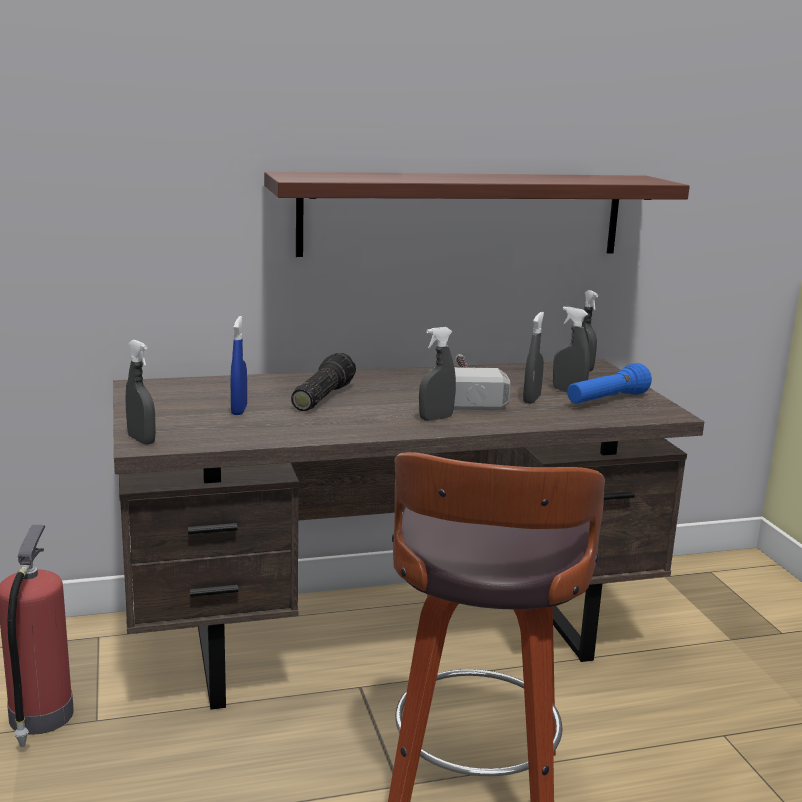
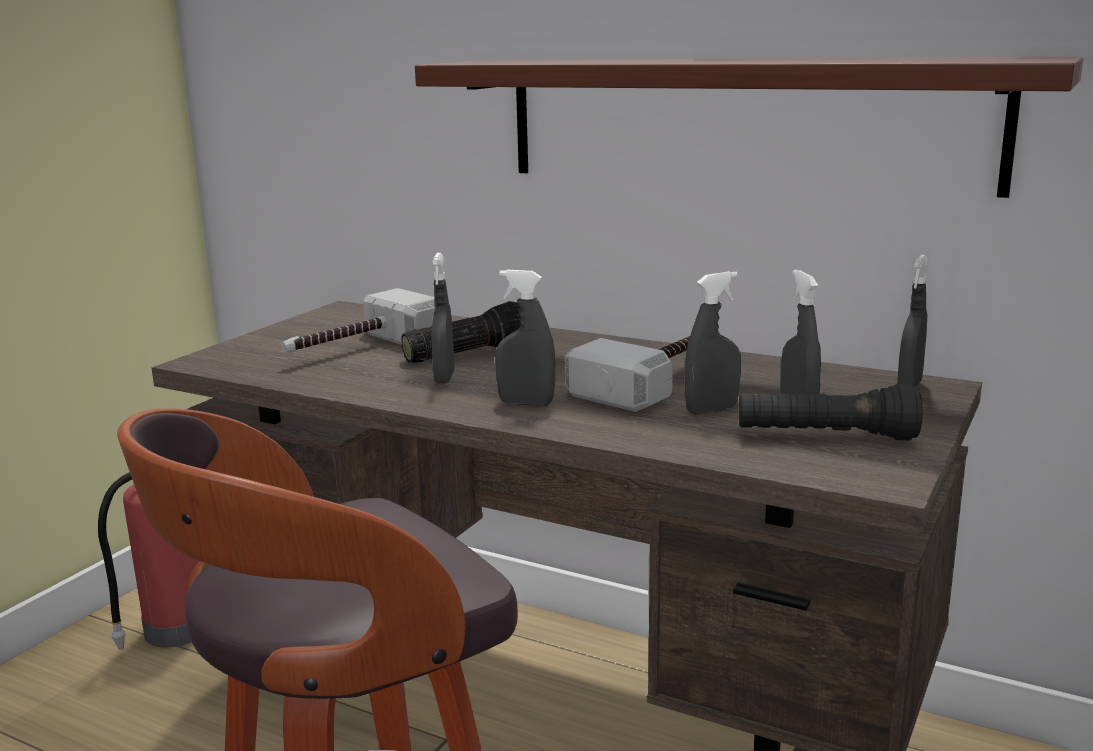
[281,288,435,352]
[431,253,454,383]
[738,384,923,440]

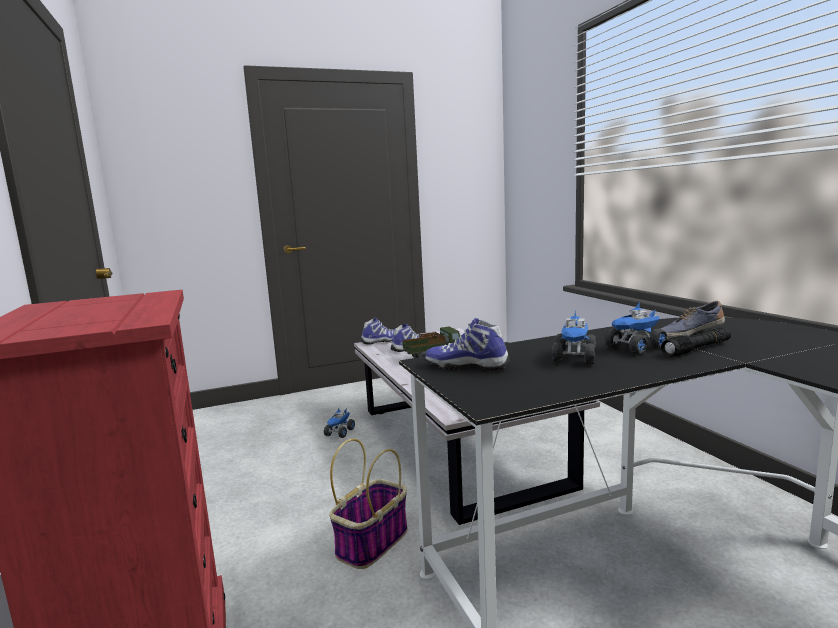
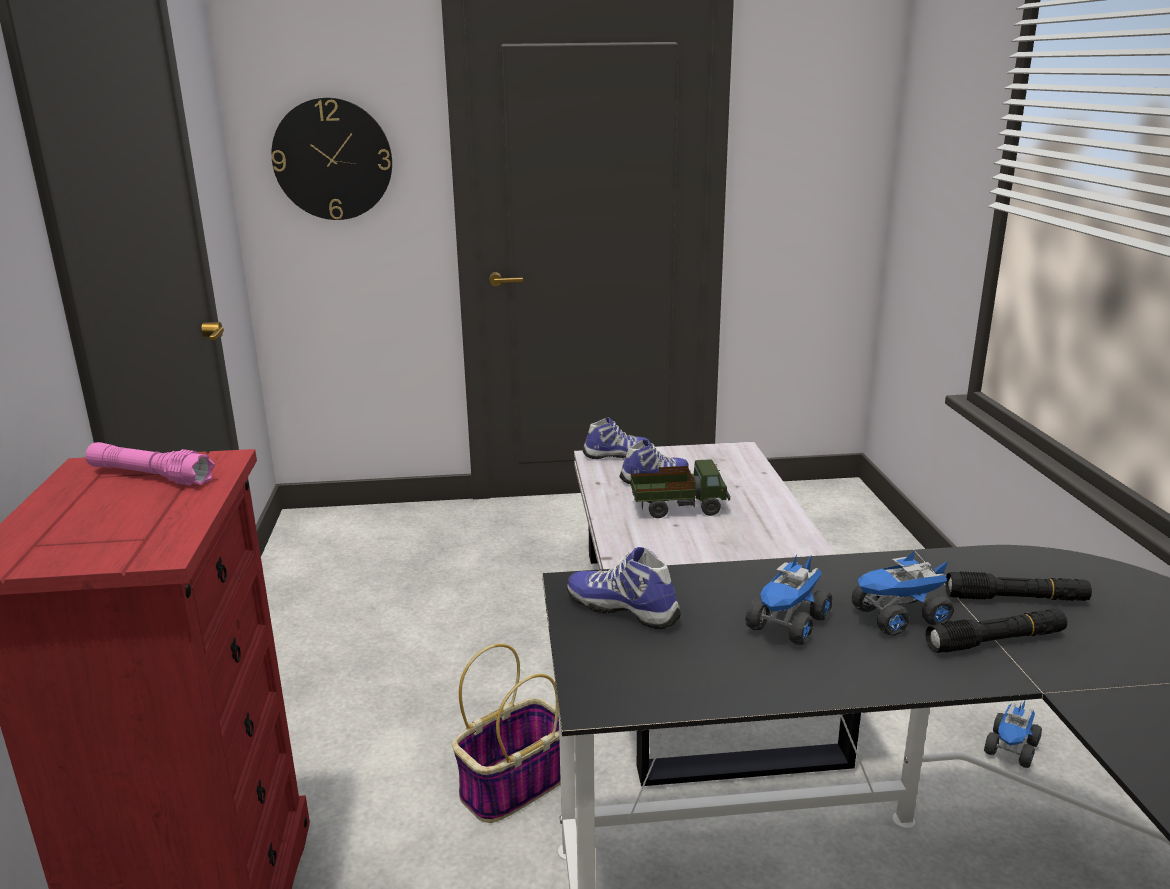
[85,442,215,485]
[271,98,392,220]
[945,571,1092,601]
[984,700,1042,768]

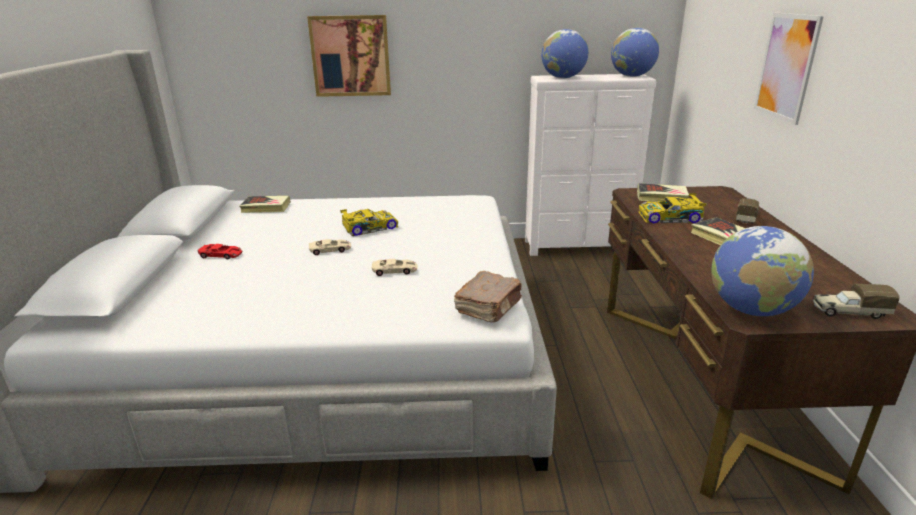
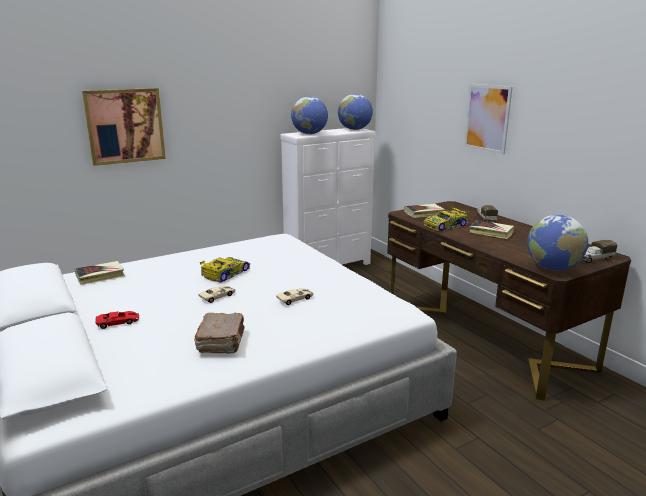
[194,313,245,354]

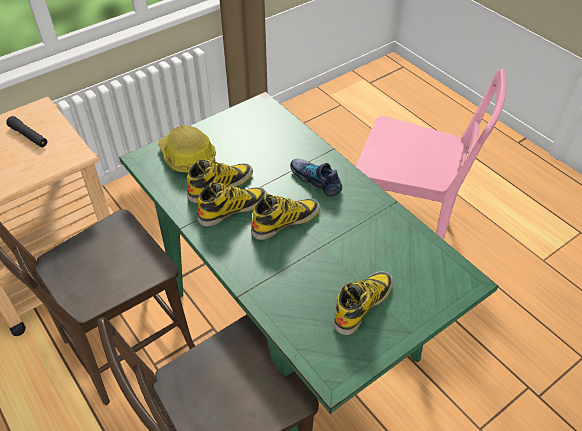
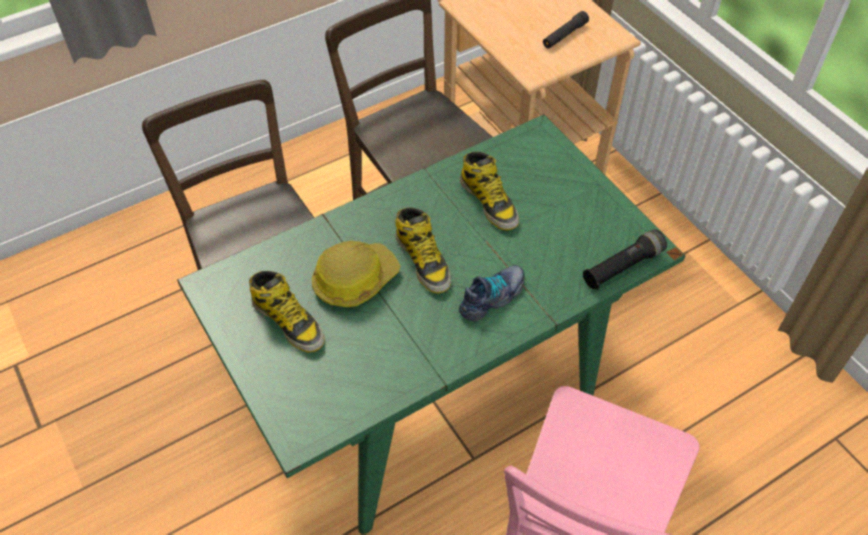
[312,241,401,307]
[583,229,667,290]
[198,181,267,226] (first image)

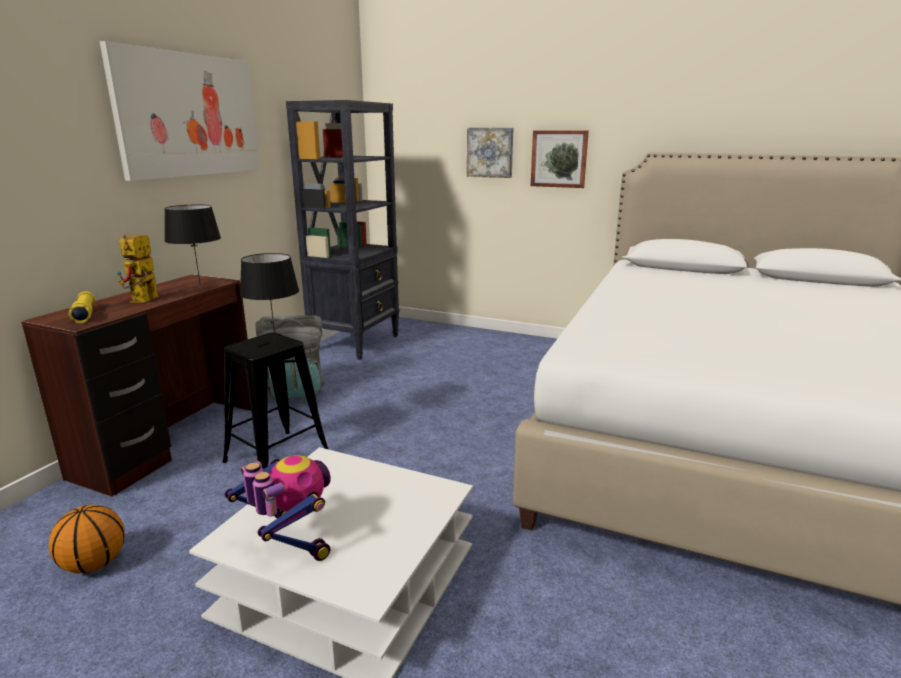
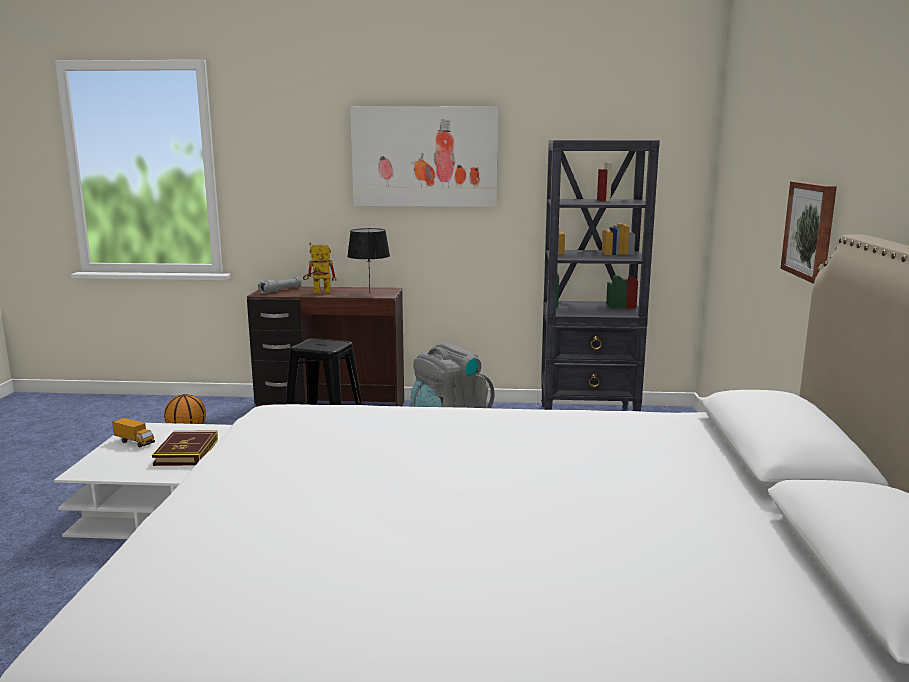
[112,418,155,447]
[152,430,218,466]
[258,277,302,294]
[240,253,299,341] (first image)
[467,128,513,178] (first image)

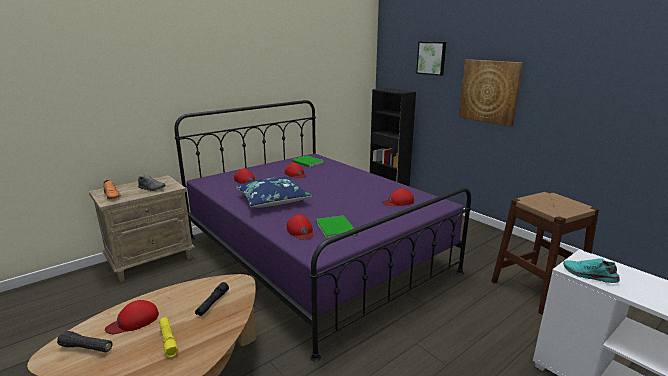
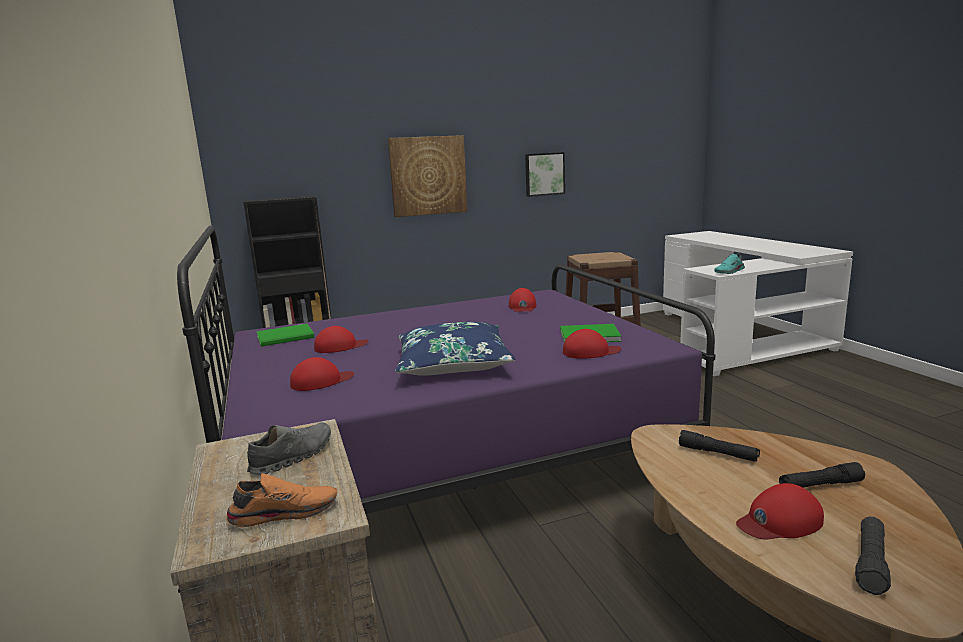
[525,152,565,197]
[736,483,824,539]
[779,462,865,488]

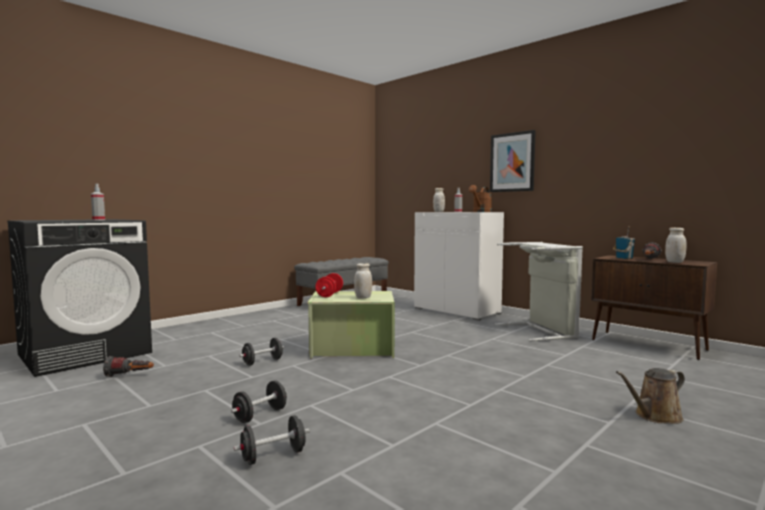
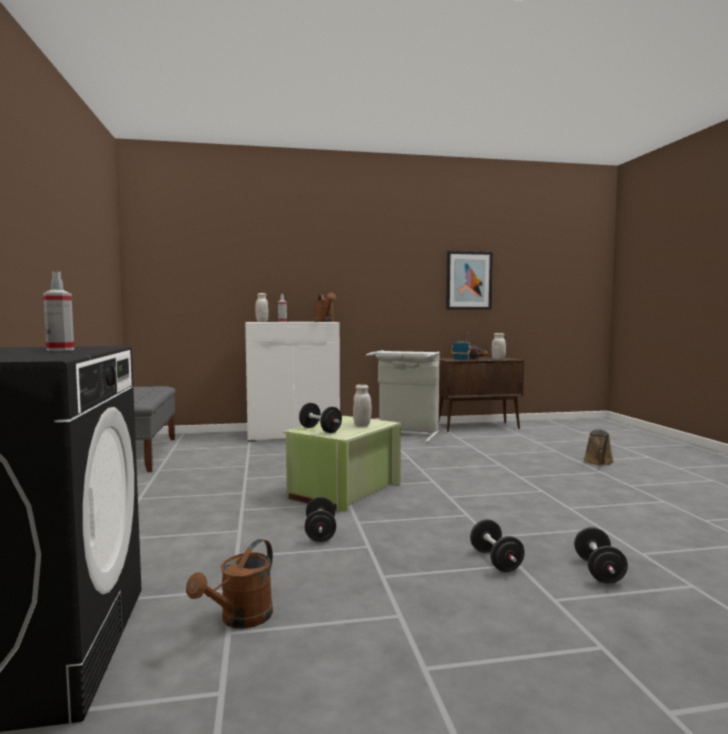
[186,539,273,629]
[299,403,342,433]
[446,251,493,310]

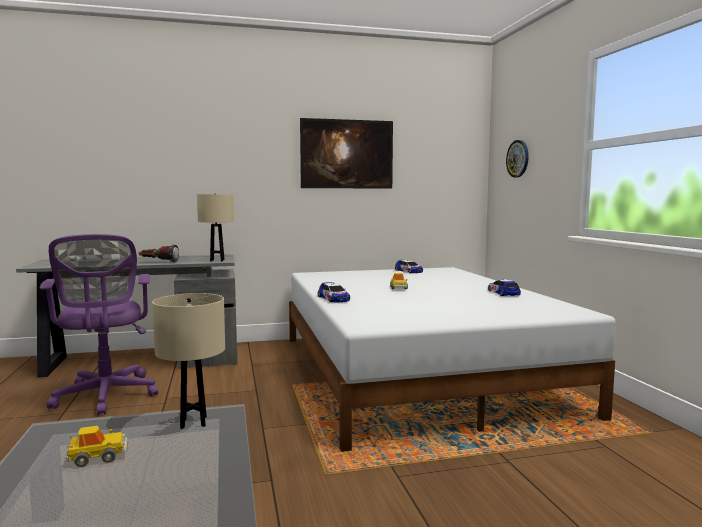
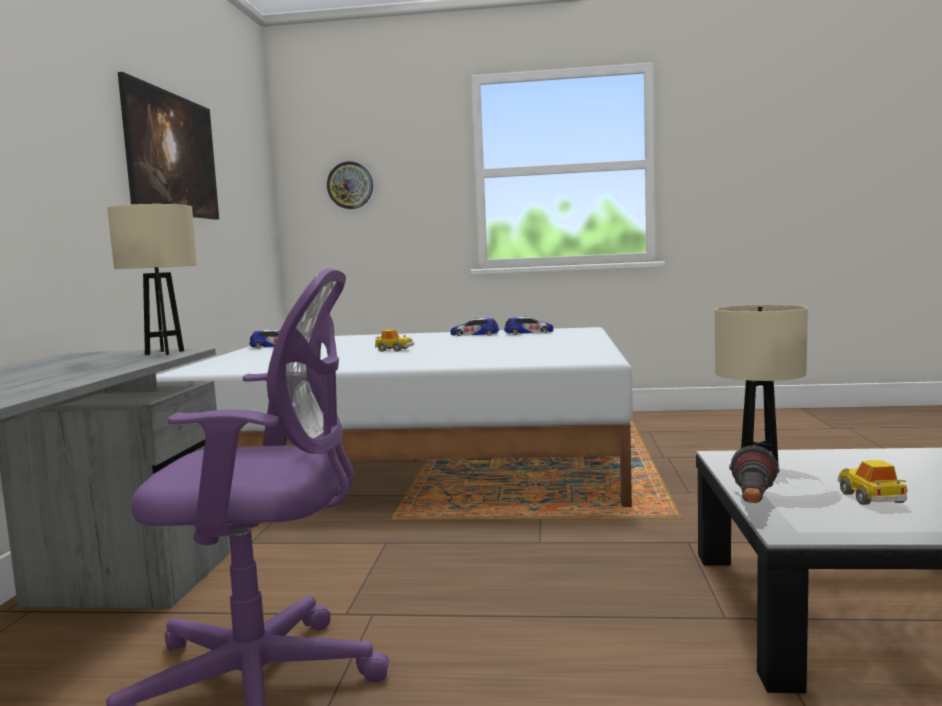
[504,316,553,335]
[729,445,779,503]

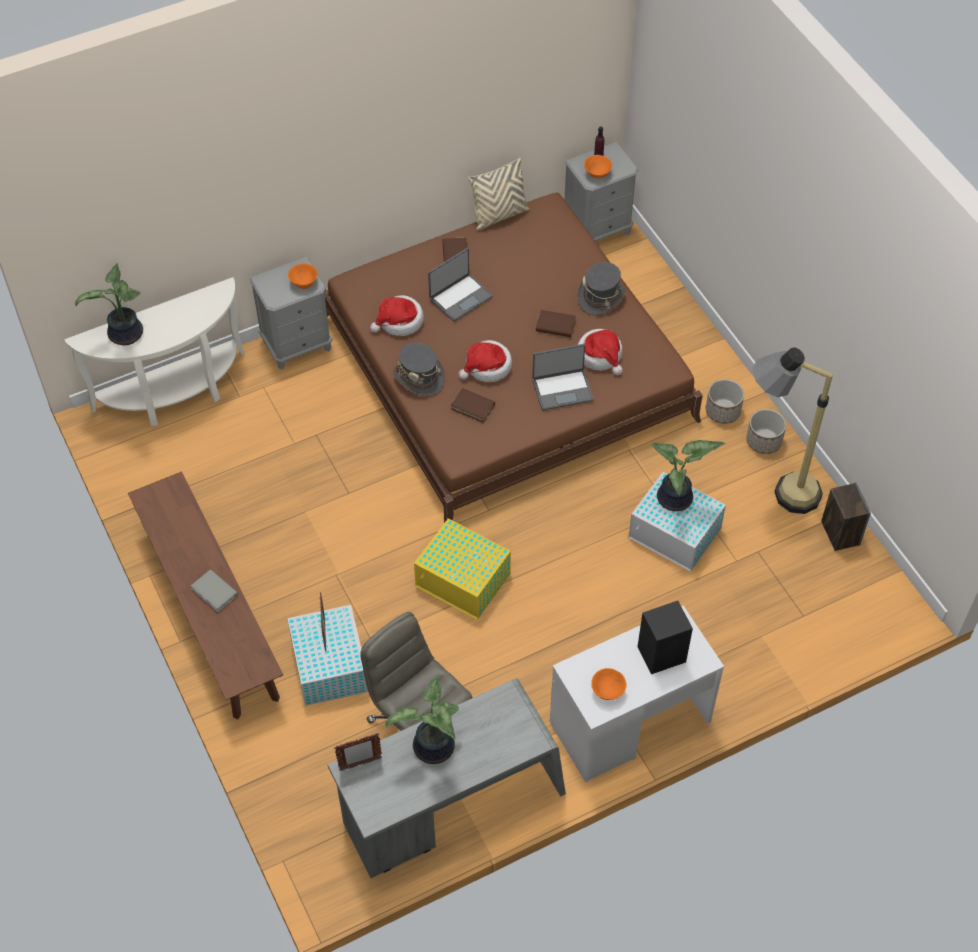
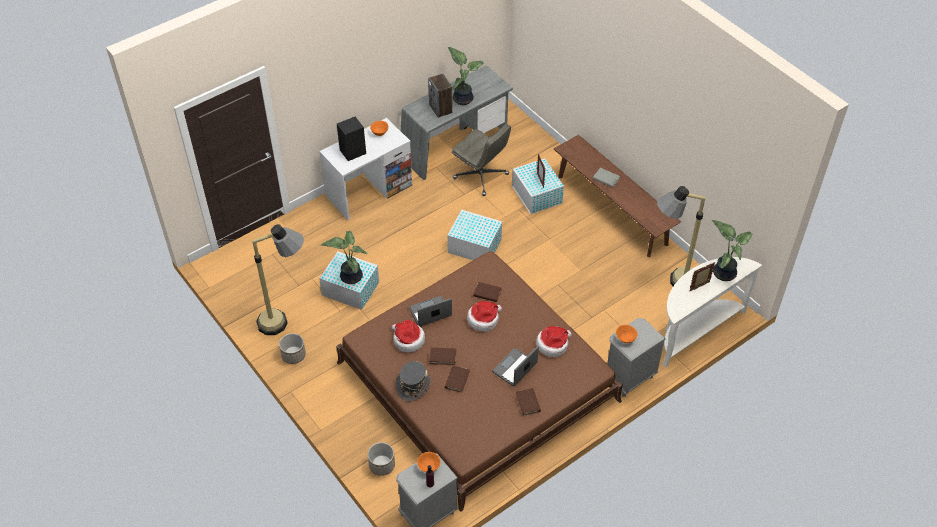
[367,442,395,476]
[428,74,453,118]
[445,365,470,393]
[447,210,502,260]
[657,186,706,286]
[689,262,715,292]
[393,343,445,396] (first image)
[468,158,529,231] (first image)

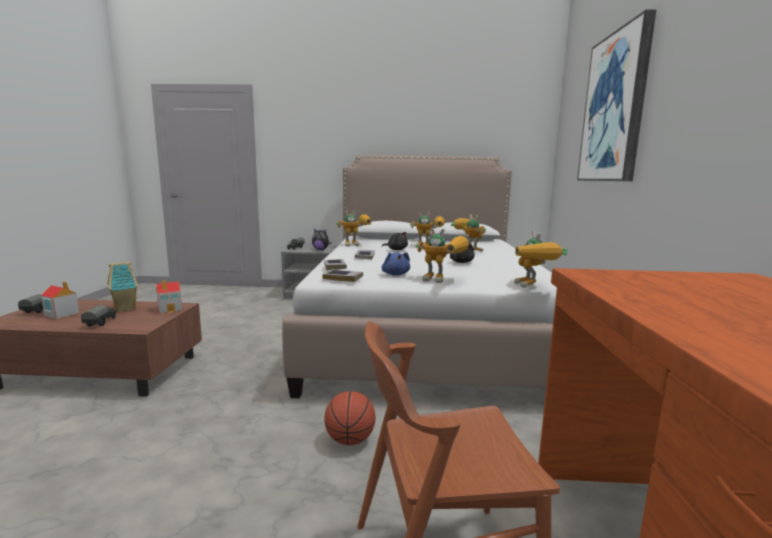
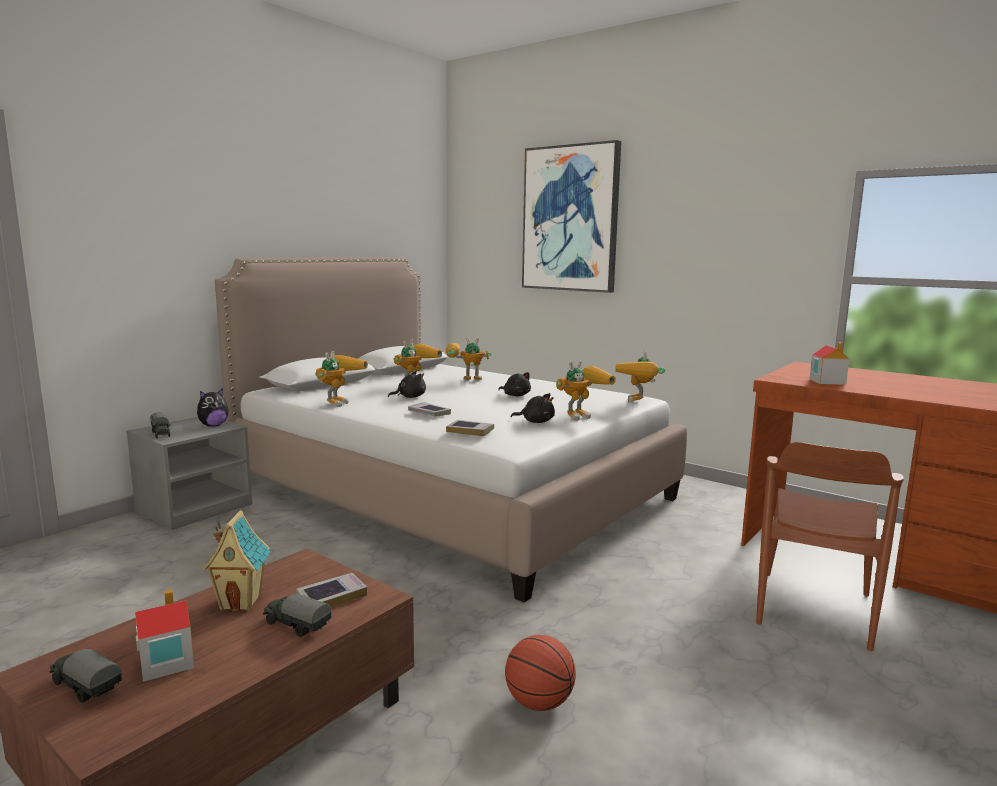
[296,573,367,607]
[505,635,576,711]
[511,393,555,423]
[615,350,665,403]
[810,342,849,385]

